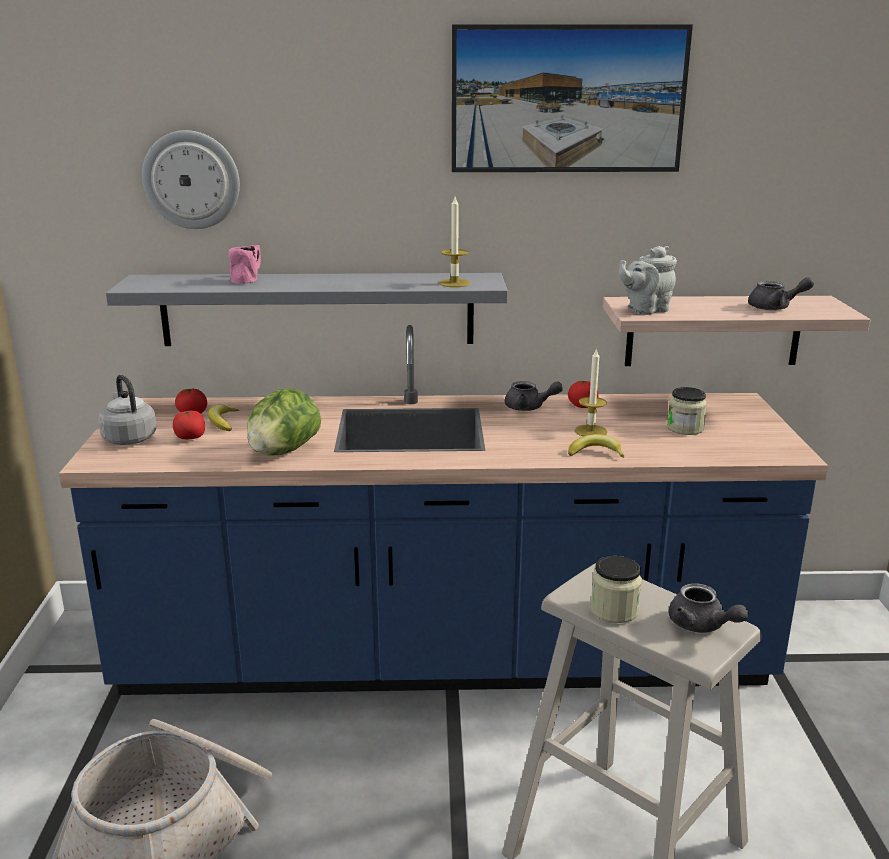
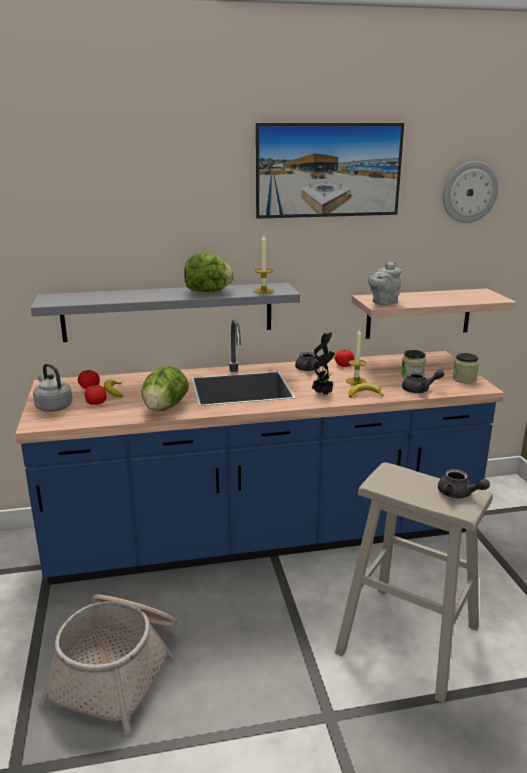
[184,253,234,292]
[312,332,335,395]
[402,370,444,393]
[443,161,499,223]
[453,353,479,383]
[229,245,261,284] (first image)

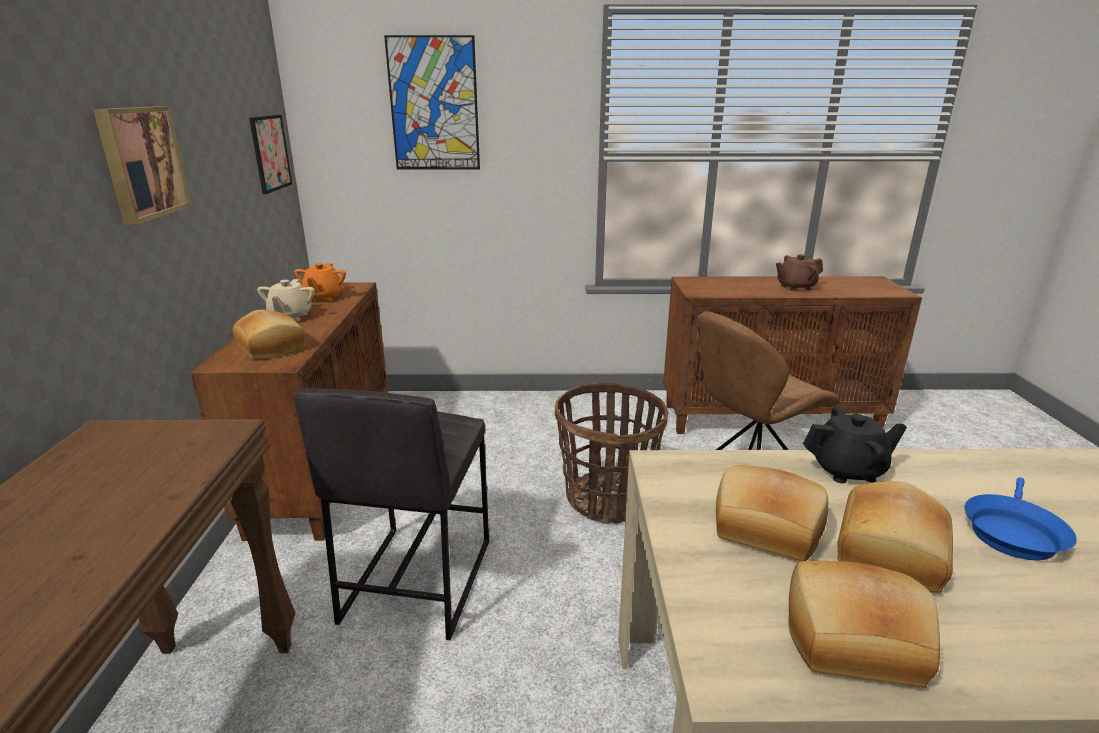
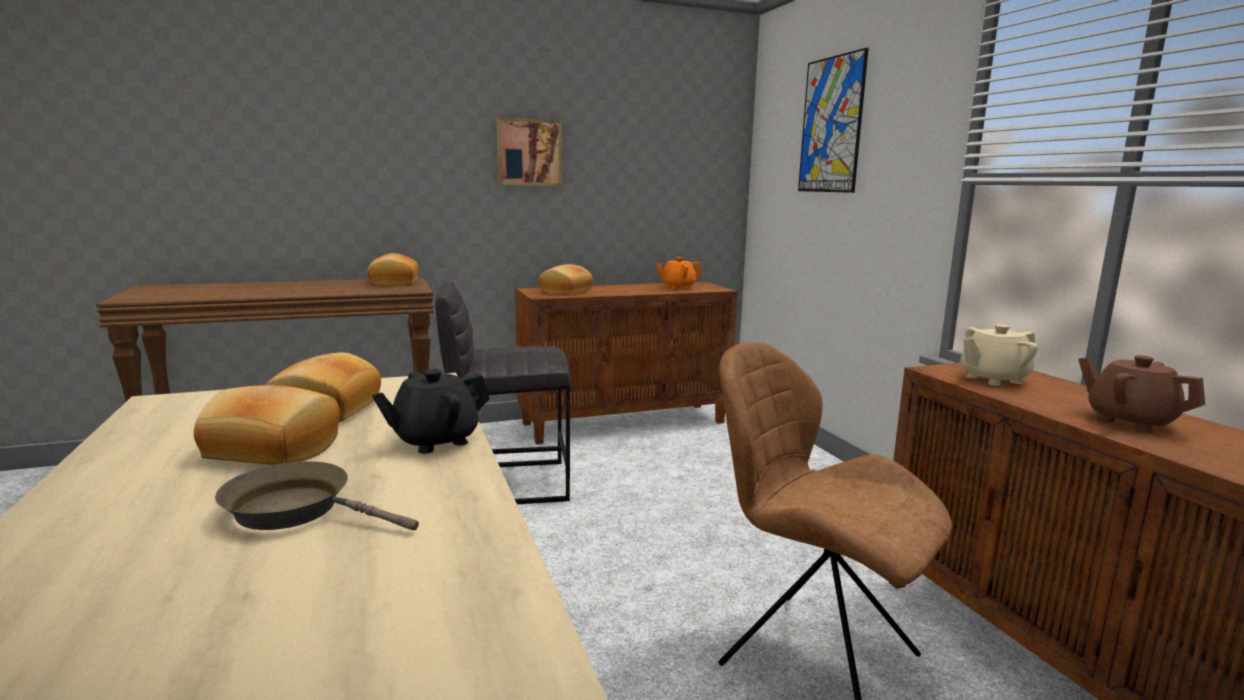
[215,461,419,530]
[367,253,419,286]
[372,369,490,454]
[960,324,1038,386]
[249,115,292,194] (first image)
[555,383,668,524] (first image)

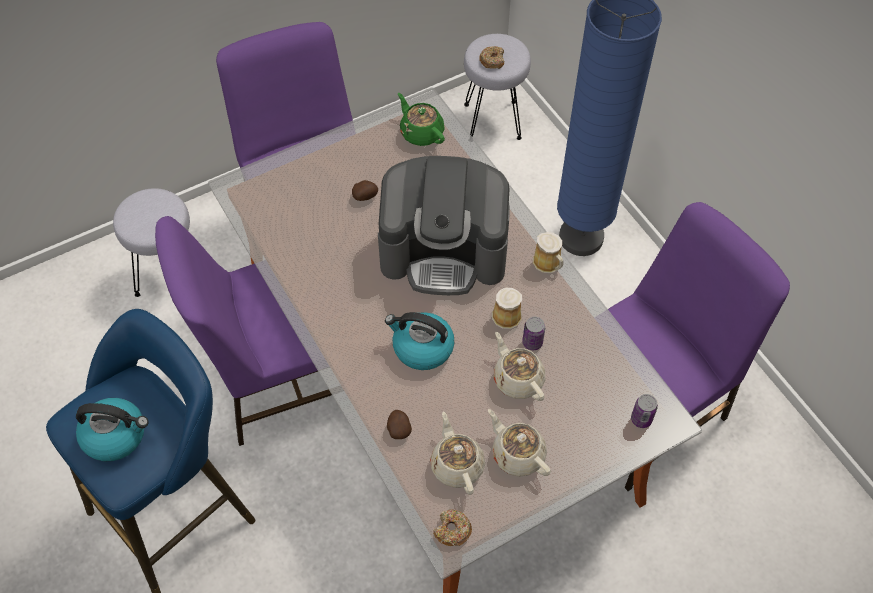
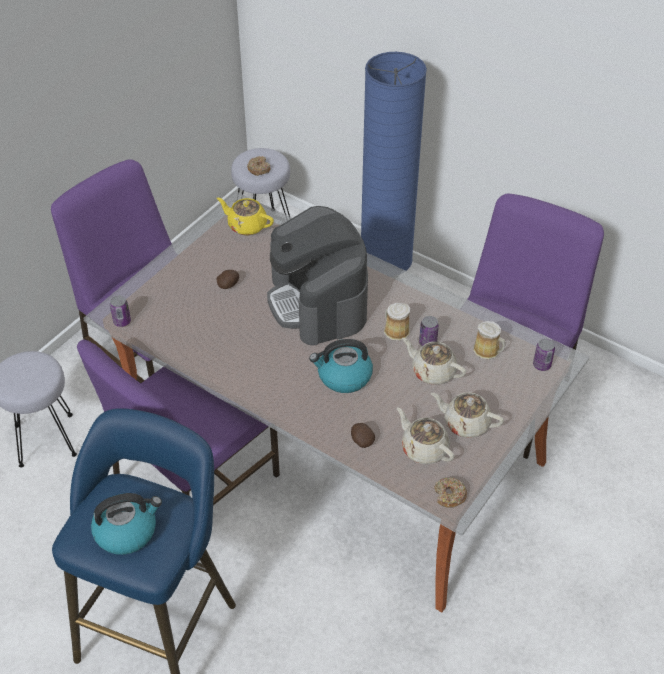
[110,295,131,327]
[217,198,274,235]
[267,206,368,346]
[473,321,505,360]

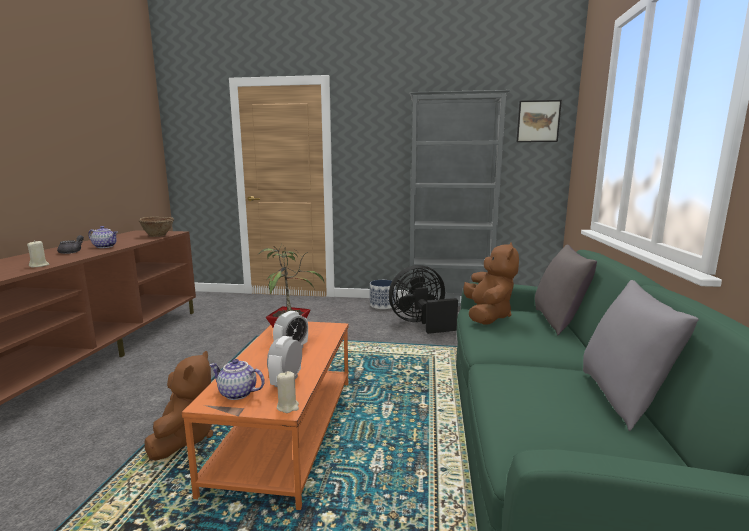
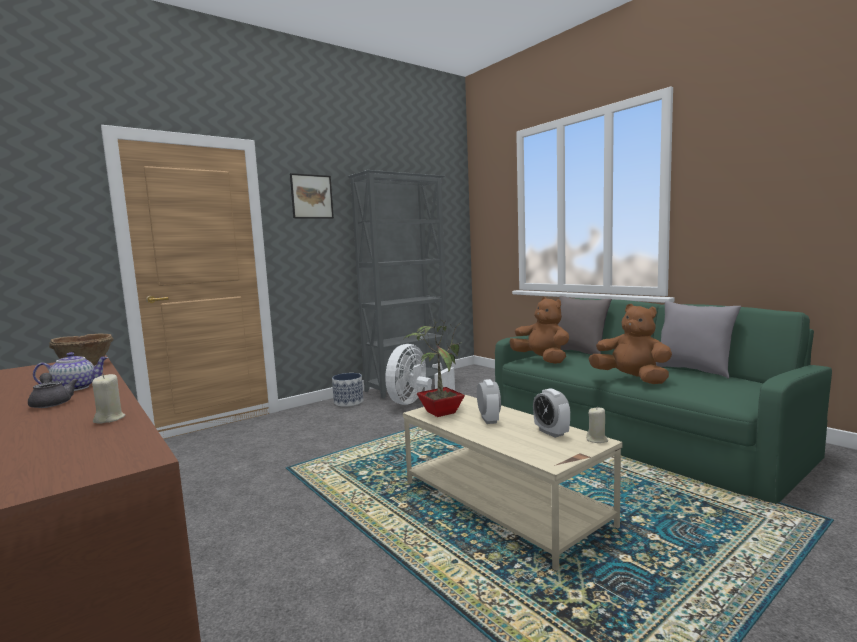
[290,173,334,219]
[385,344,455,405]
[403,395,623,571]
[588,304,672,384]
[210,359,265,400] (first image)

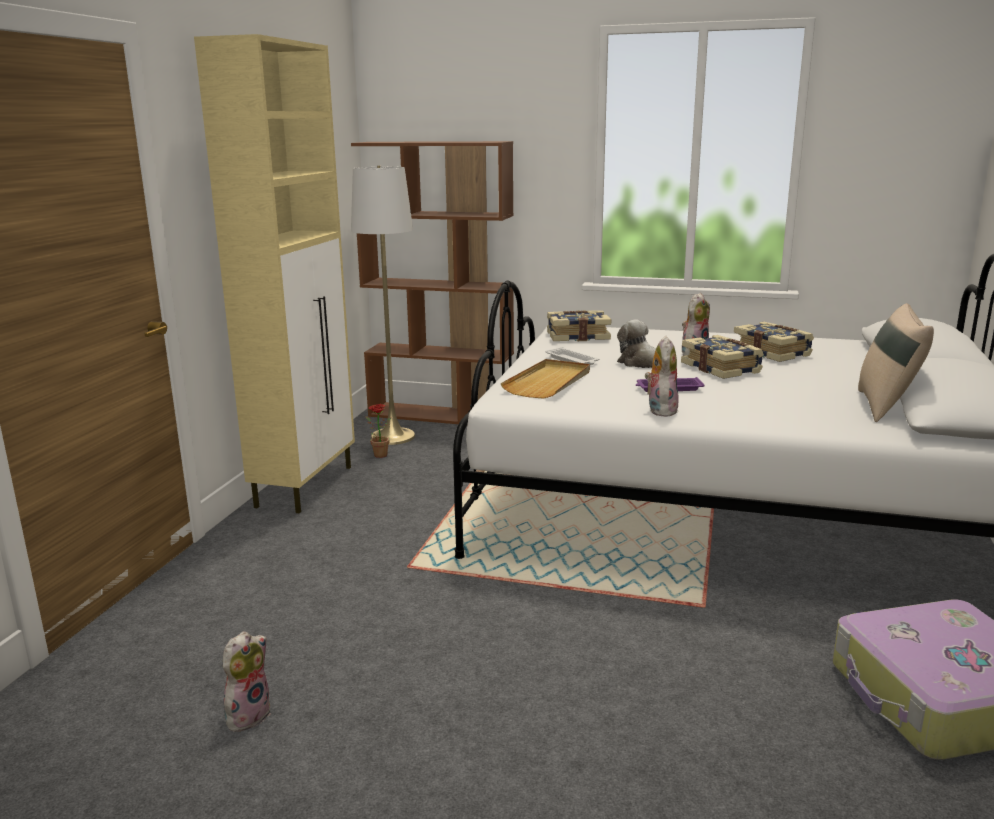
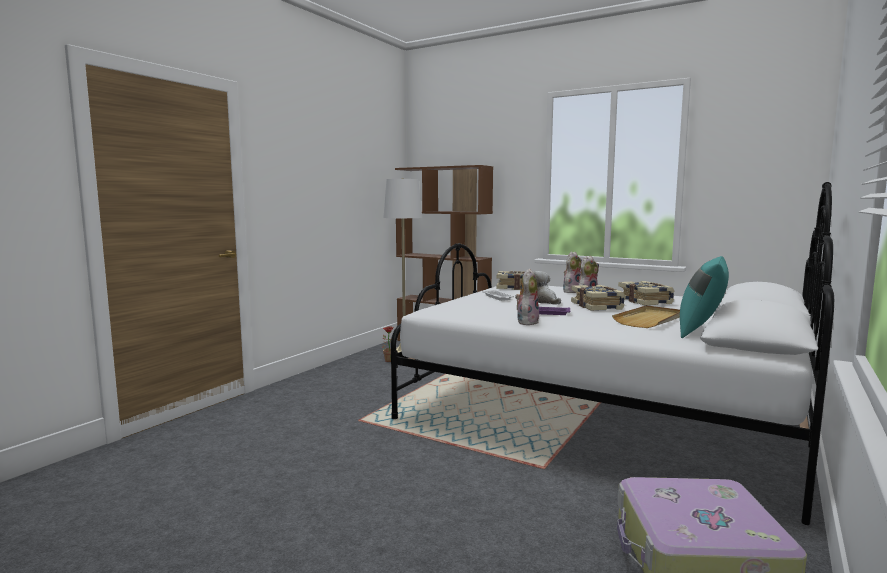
[563,252,582,293]
[612,305,680,328]
[680,256,729,338]
[194,34,355,513] (first image)

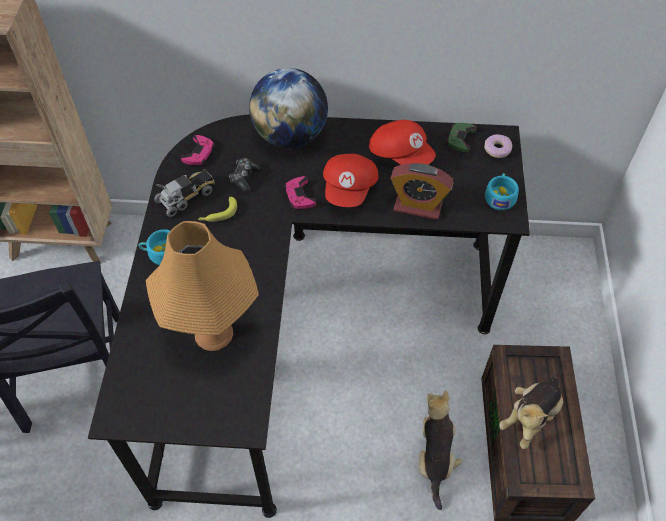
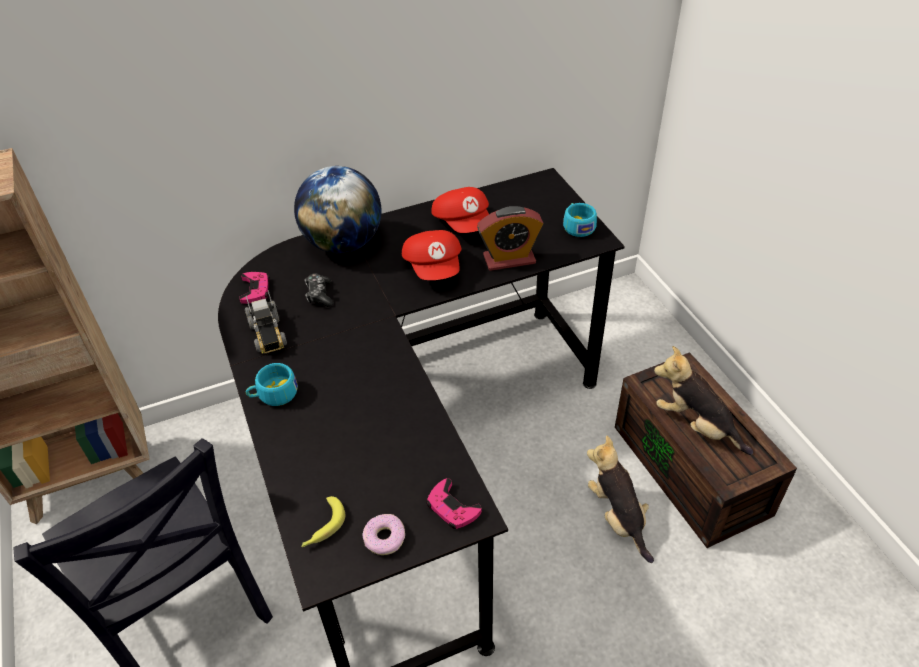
[245,290,287,354]
[302,496,345,547]
[363,514,405,555]
[426,478,482,529]
[431,187,489,233]
[654,346,753,455]
[146,221,259,351] (first image)
[446,123,476,152] (first image)

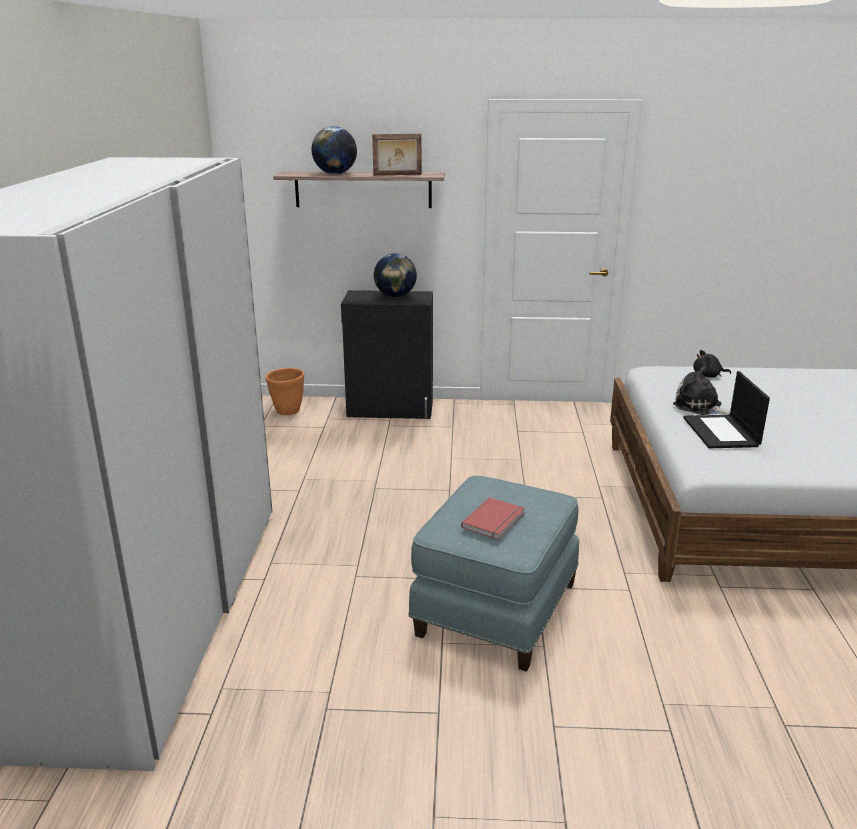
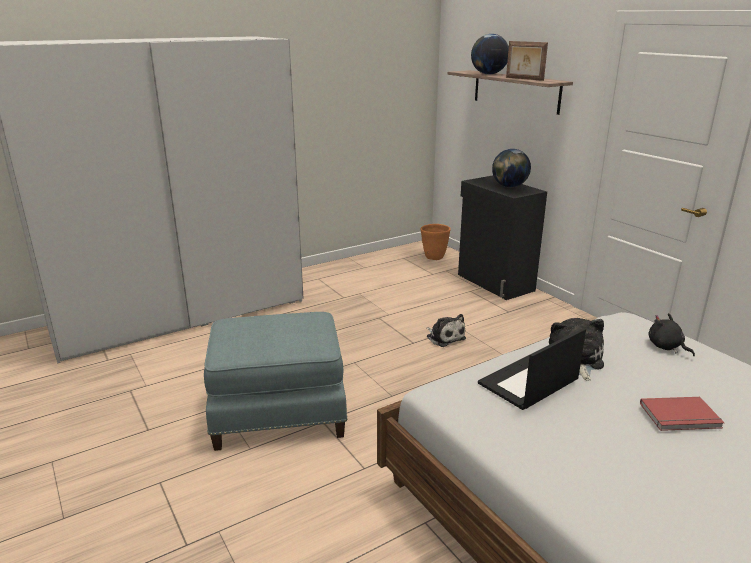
[426,314,466,347]
[640,397,724,431]

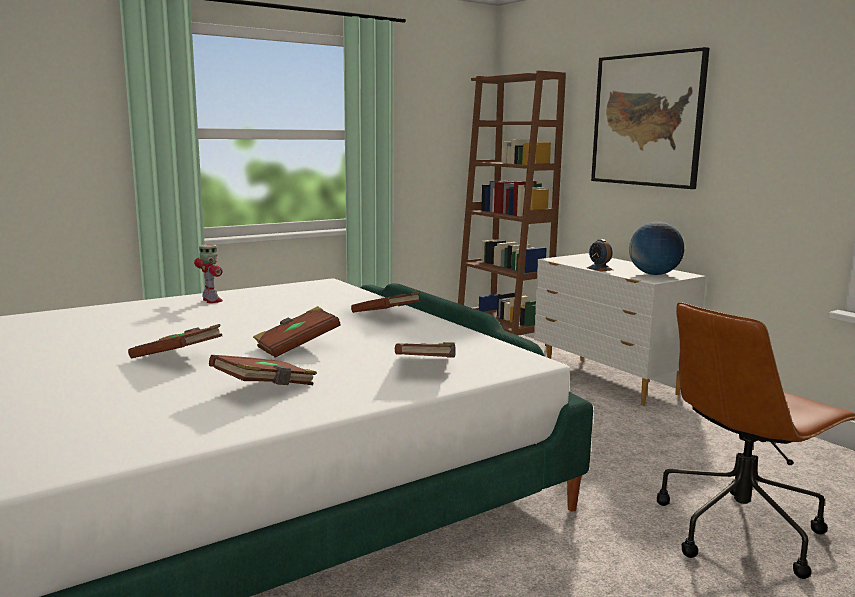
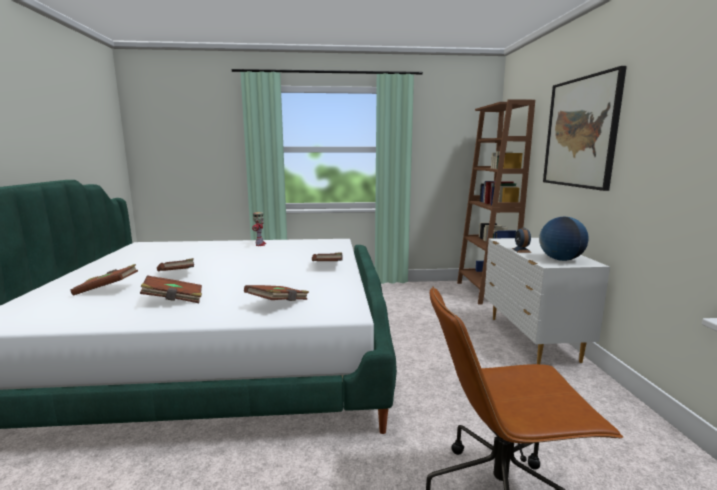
[70,264,138,296]

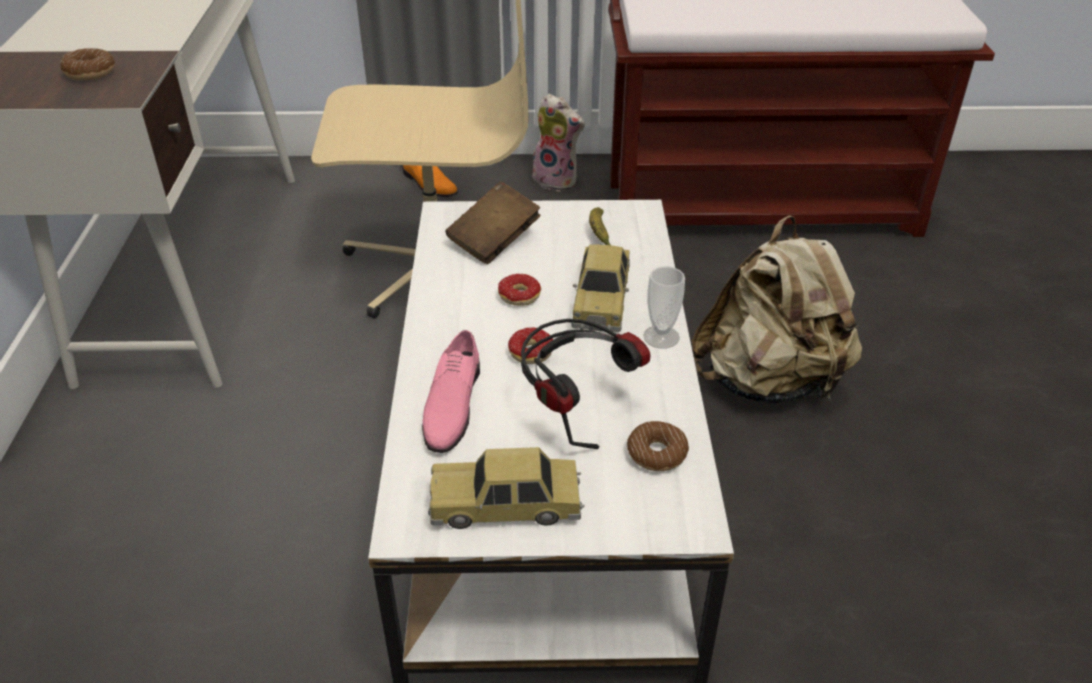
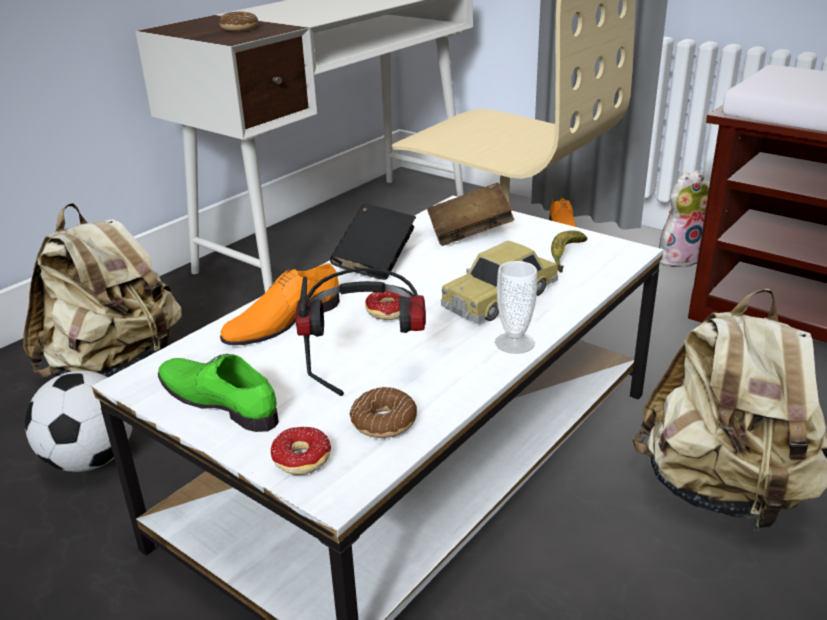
[23,203,182,378]
[25,371,133,472]
[158,354,279,432]
[220,264,340,345]
[253,427,331,475]
[330,203,416,280]
[659,170,710,267]

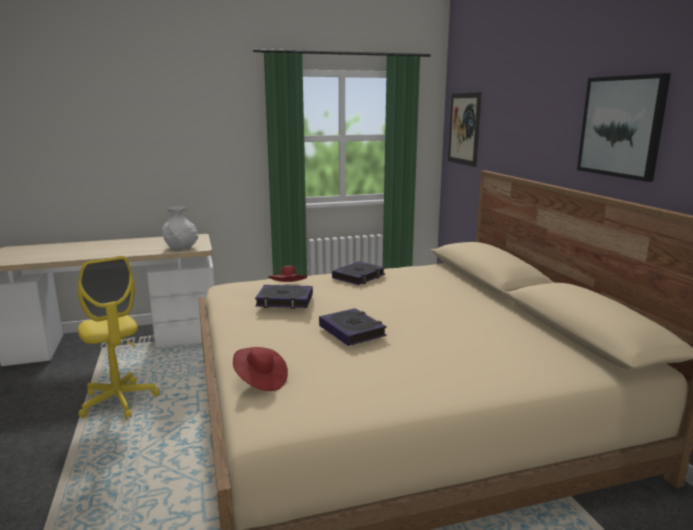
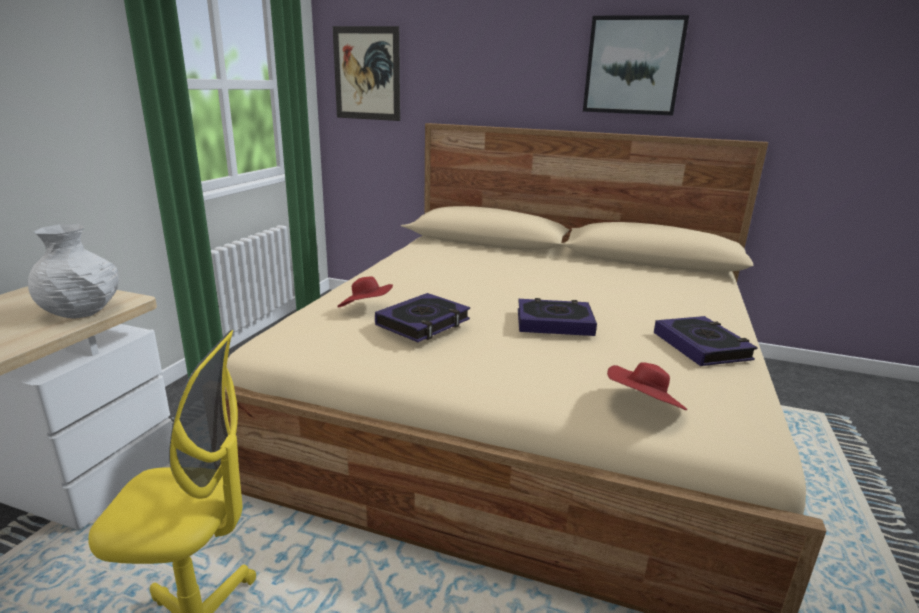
[654,316,758,366]

